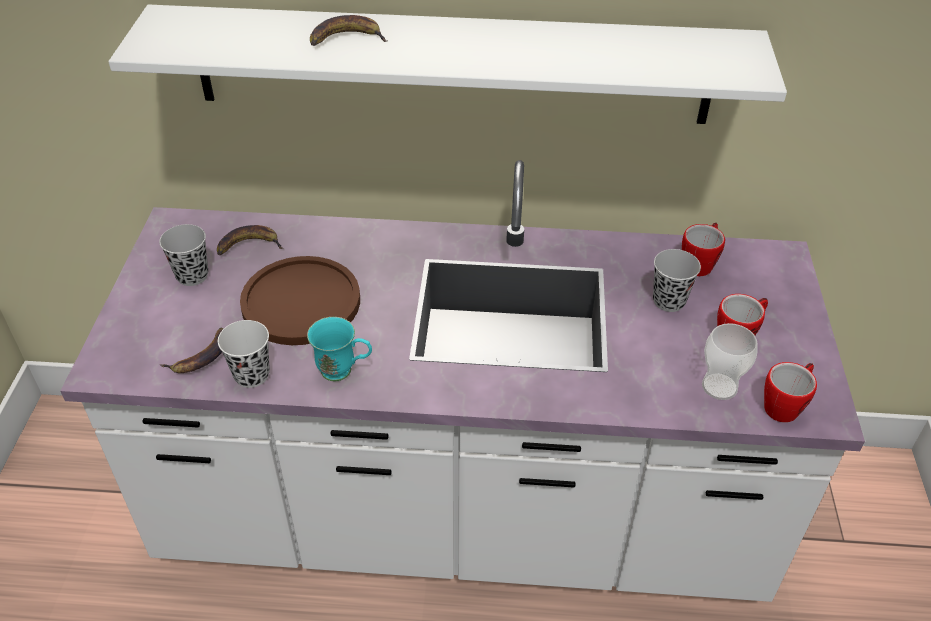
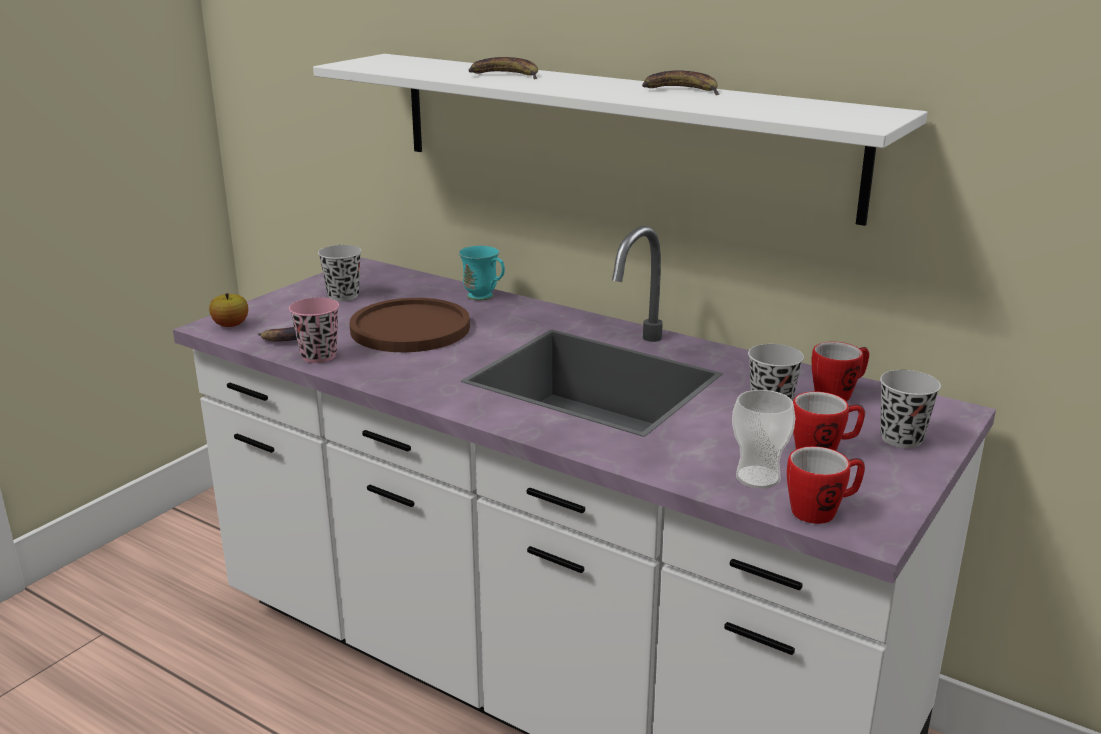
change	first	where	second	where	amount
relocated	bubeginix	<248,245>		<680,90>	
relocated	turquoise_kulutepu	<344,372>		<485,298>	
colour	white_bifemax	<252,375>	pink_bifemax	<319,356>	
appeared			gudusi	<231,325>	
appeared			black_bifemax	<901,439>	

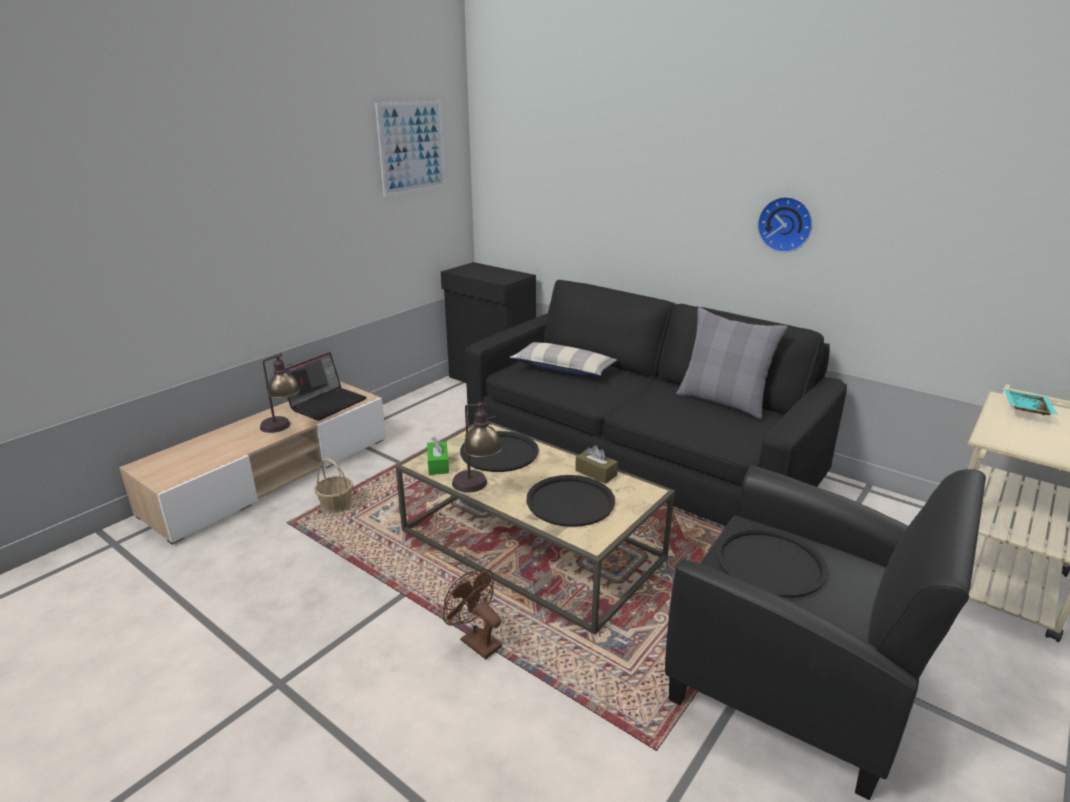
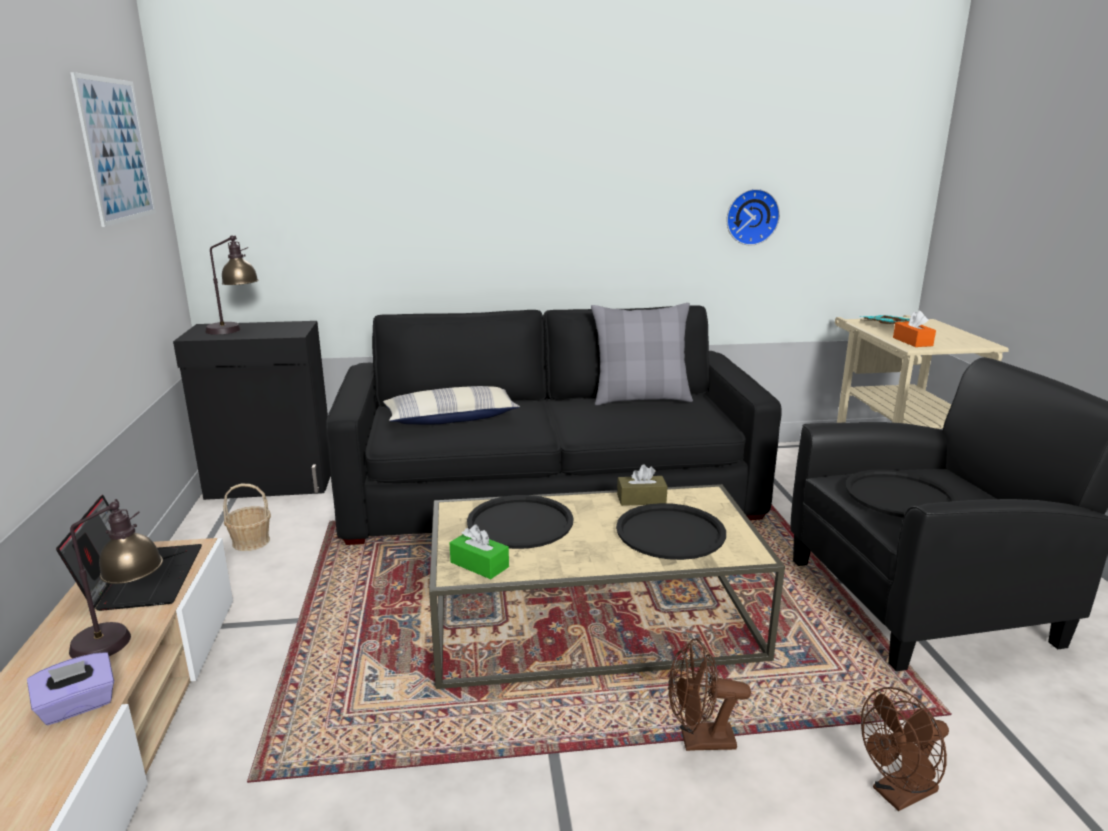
change	first	where	second	where	amount
relocated	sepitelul	<786,224>		<751,216>	
relocated	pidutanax	<477,489>		<235,330>	
relocated	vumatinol	<336,506>		<251,541>	
appeared			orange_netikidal	<912,342>	
appeared			purple_netikidal	<78,706>	
appeared			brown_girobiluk	<898,795>	

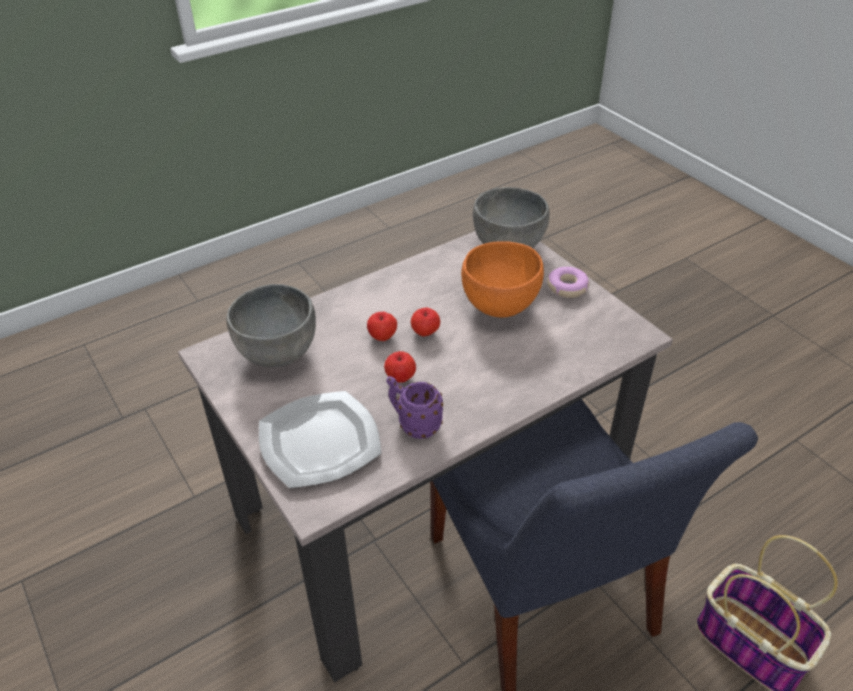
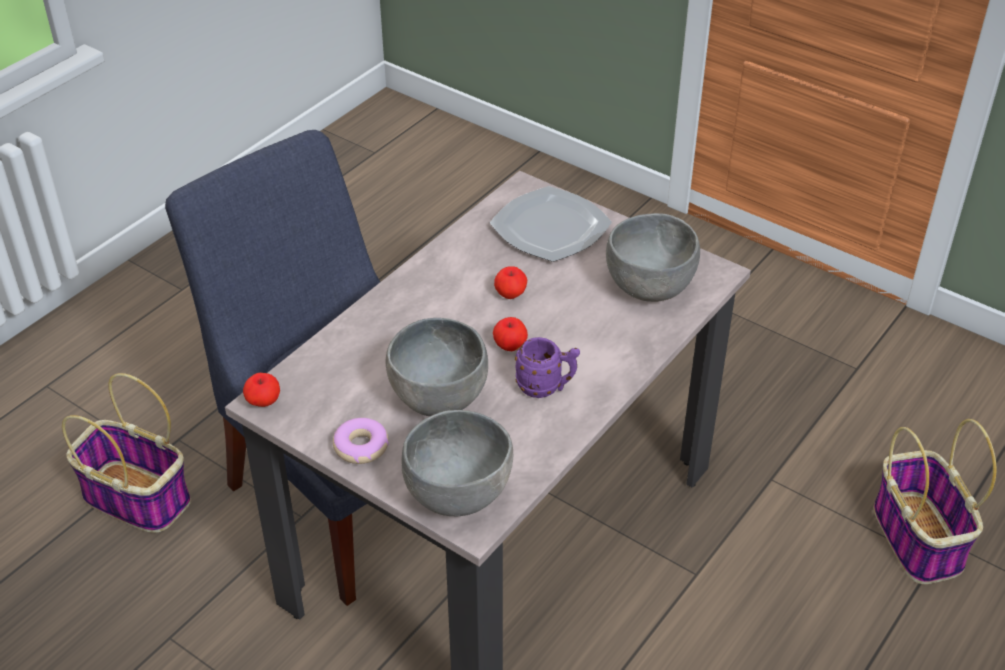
change	first	where	second	where	amount
colour	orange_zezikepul	<500,305>	grey_zezikepul	<438,400>	
relocated	gudusi	<382,336>		<263,402>	
relocated	purple_kulutepu	<414,424>		<546,387>	
appeared			vumatinol	<919,539>	

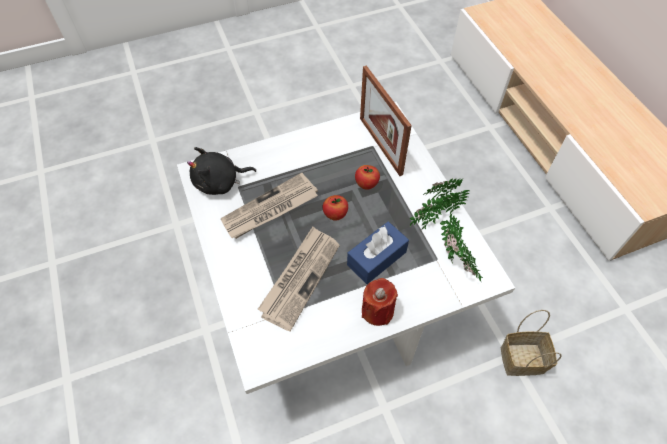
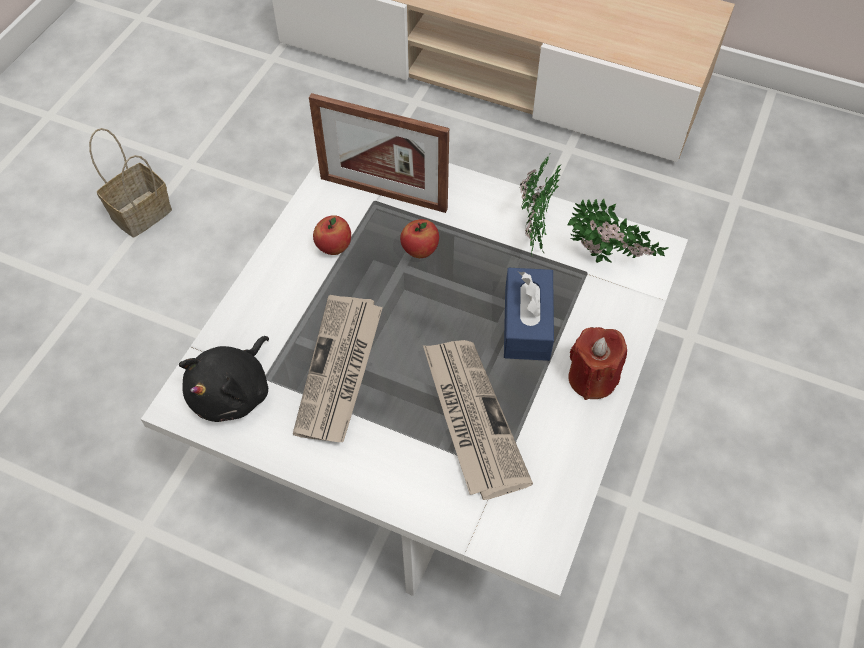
change	first	where	second	where	amount
relocated	gudusi	<335,215>		<334,247>	
relocated	vumatinol	<521,360>		<140,215>	

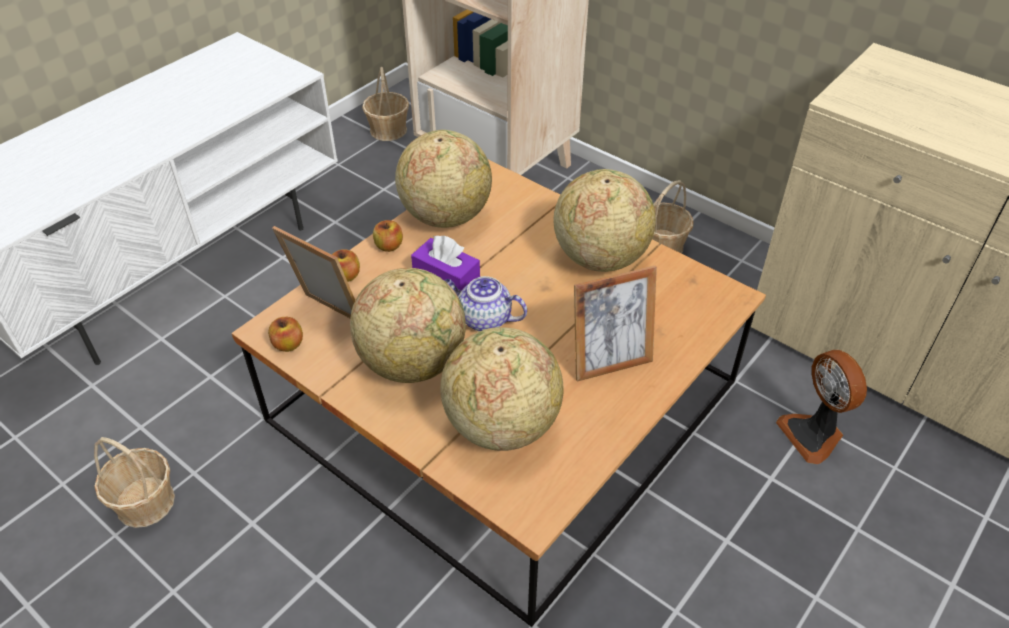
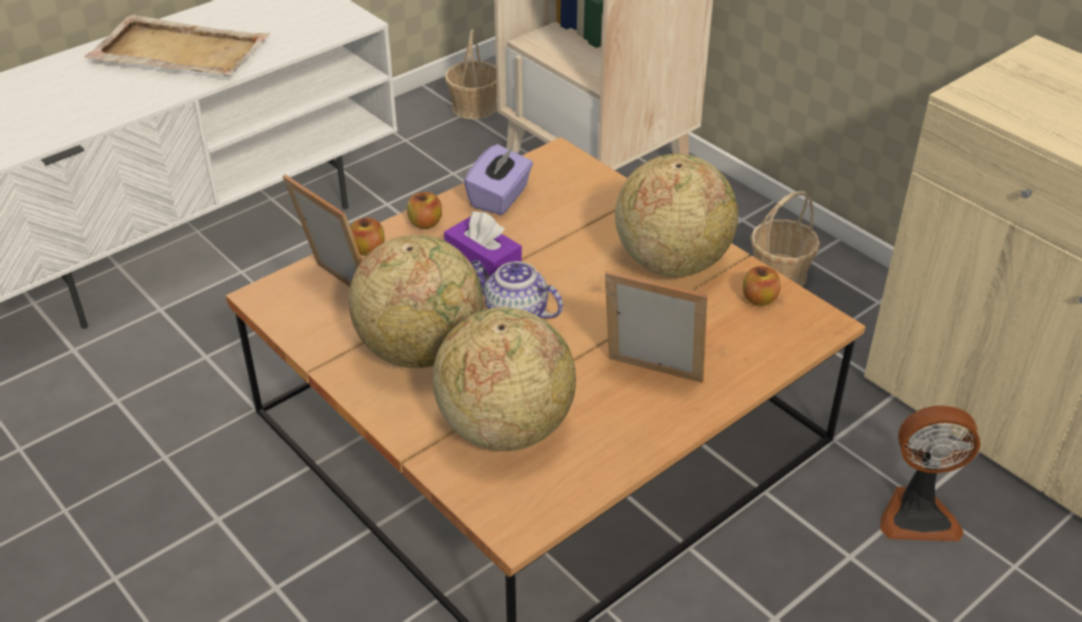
change	first	where	second	where	amount
exchanged	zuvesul	<446,216>	purple_netikidal	<500,197>	
spun	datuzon	<610,362>		<651,377>	150 degrees counterclockwise
relocated	gudusi	<288,344>		<759,299>	
spun	girobiluk	<813,434>		<917,514>	75 degrees counterclockwise
missing	vumatinol	<145,502>			
appeared			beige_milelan	<178,52>	

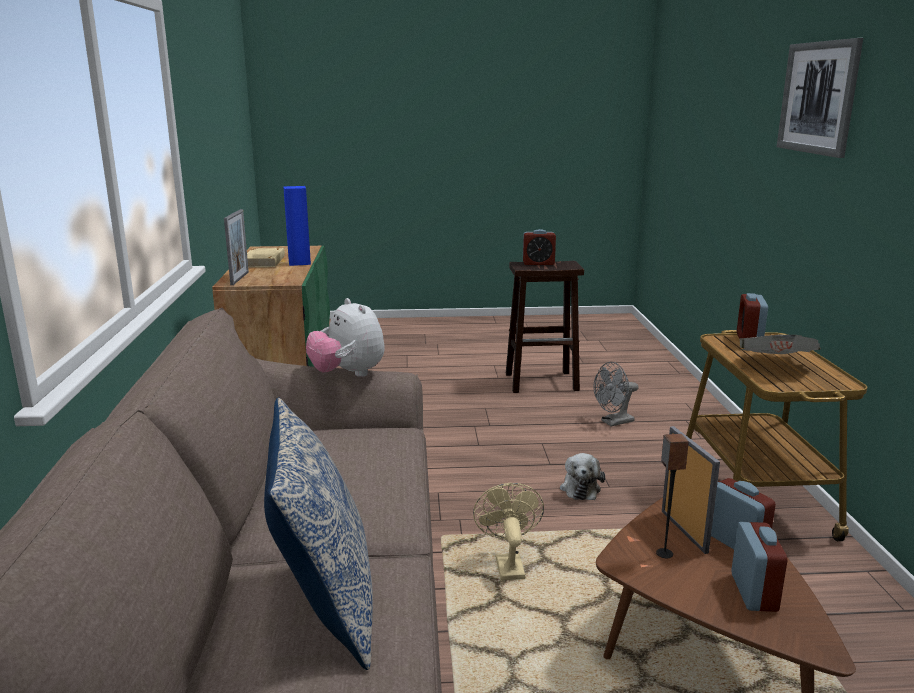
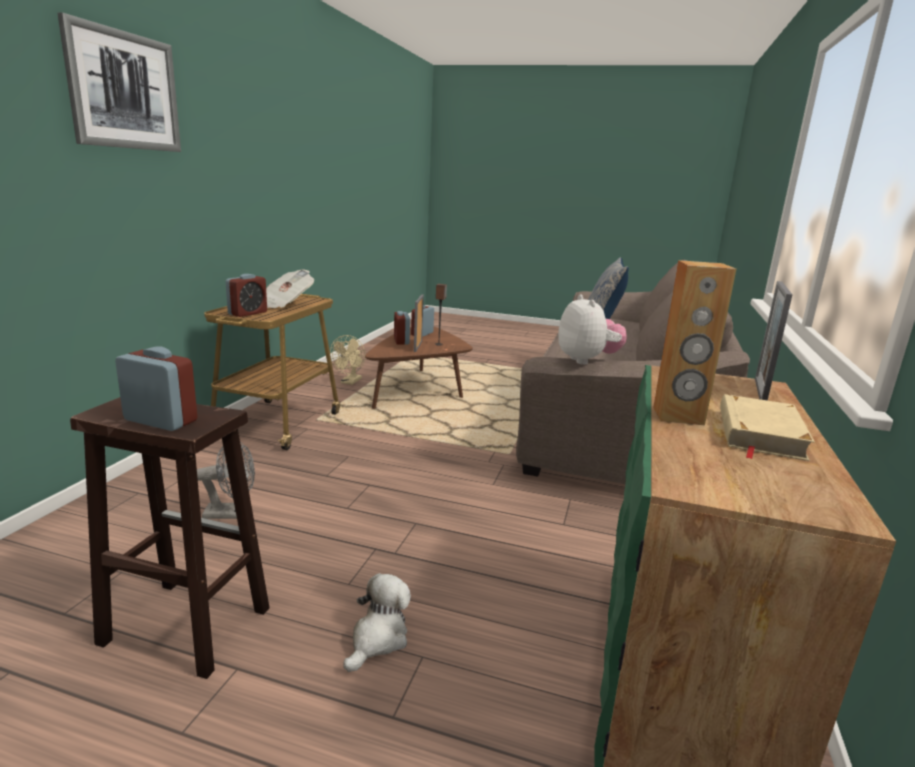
change	first	where	second	where	amount
colour	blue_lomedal	<299,263>	brown_lomedal	<678,416>	
relocated	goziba	<580,488>		<378,639>	
relocated	beige_girobiluk	<508,564>		<350,382>	

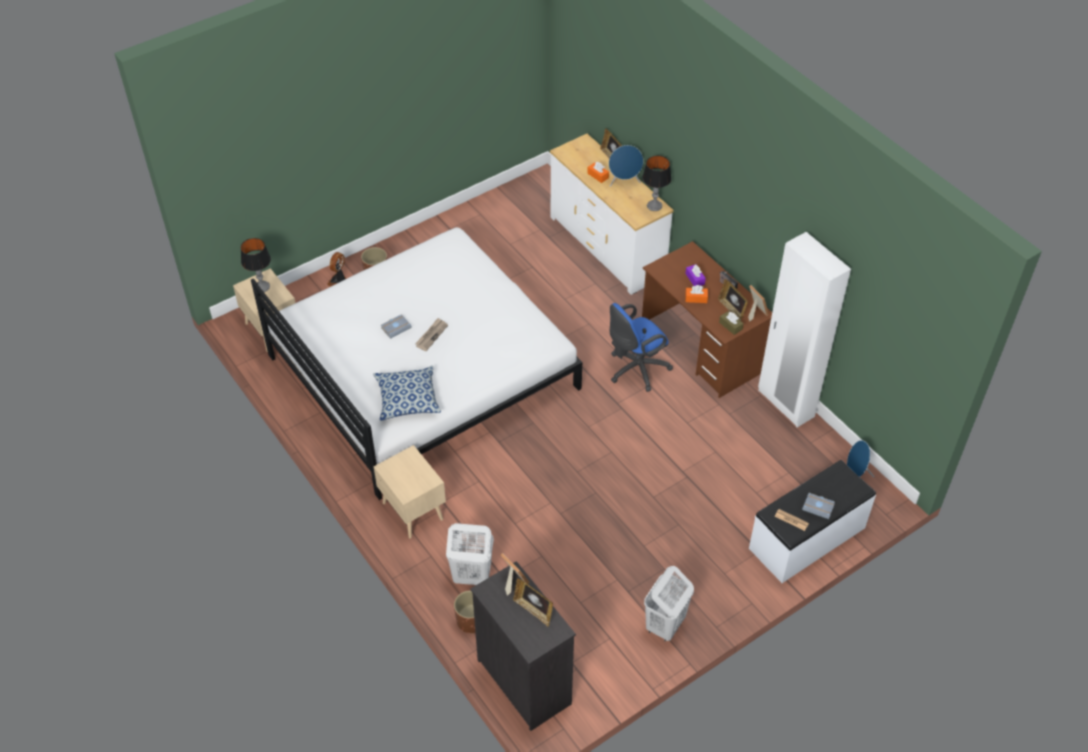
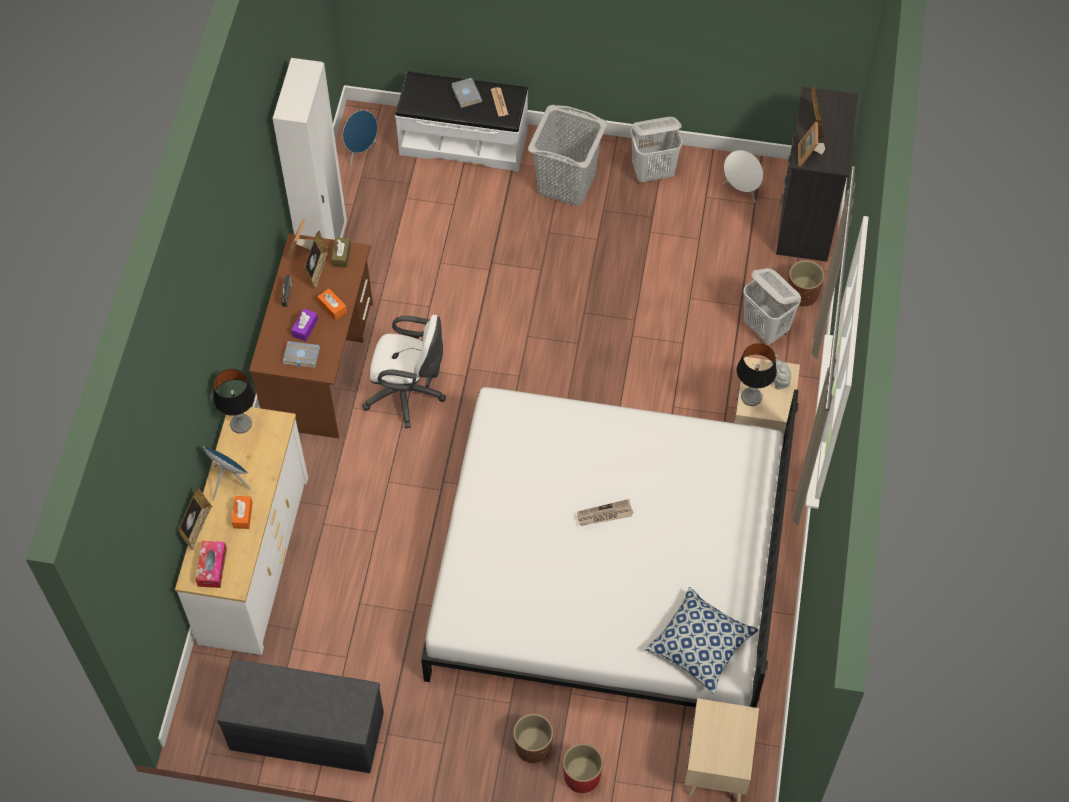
change	first	where	second	where	amount
relocated	pidutanax	<262,287>		<751,397>	
exchanged	girobiluk	<339,281>	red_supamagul	<582,776>	
colour	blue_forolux	<635,370>	white_forolux	<408,394>	
relocated	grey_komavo	<396,327>		<300,356>	
relocated	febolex	<407,399>		<700,646>	
appeared			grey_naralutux	<567,183>	
appeared			white_lomedal	<741,191>	
appeared			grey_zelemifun	<778,380>	
appeared			netikidal	<212,567>	
appeared			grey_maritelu	<305,732>	

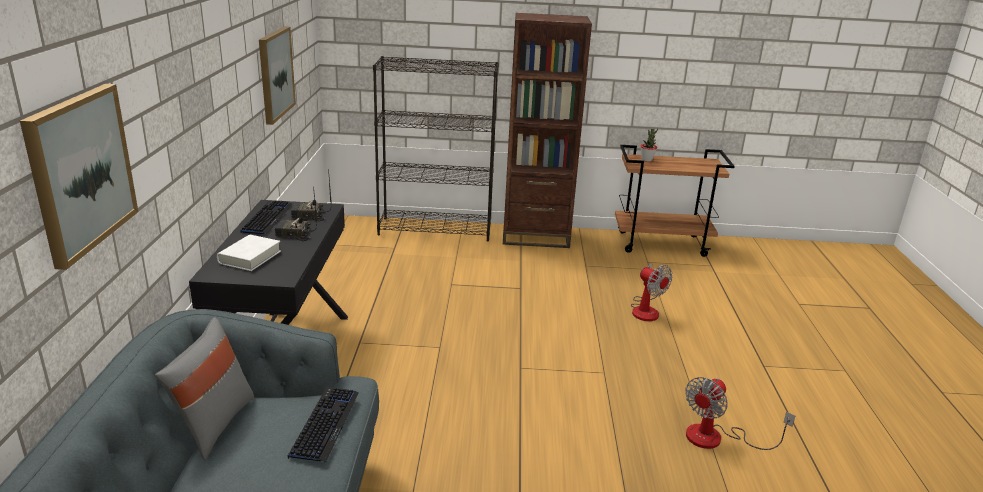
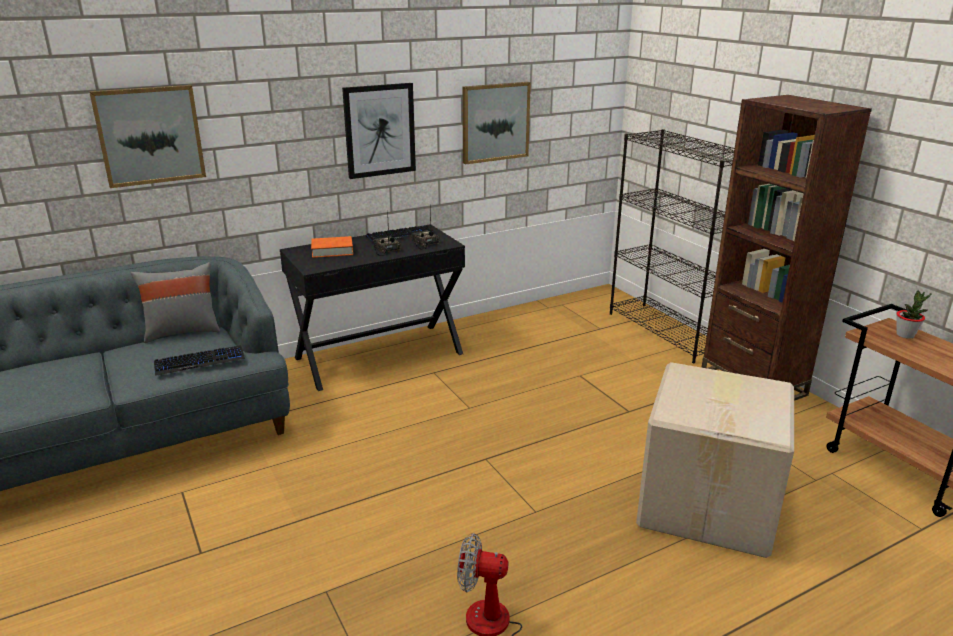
change	first	where	second	where	amount
colour	white_komavo	<250,257>	orange_komavo	<332,251>	
exchanged	girobiluk	<646,309>	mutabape	<709,504>	
appeared			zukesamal	<379,130>	

